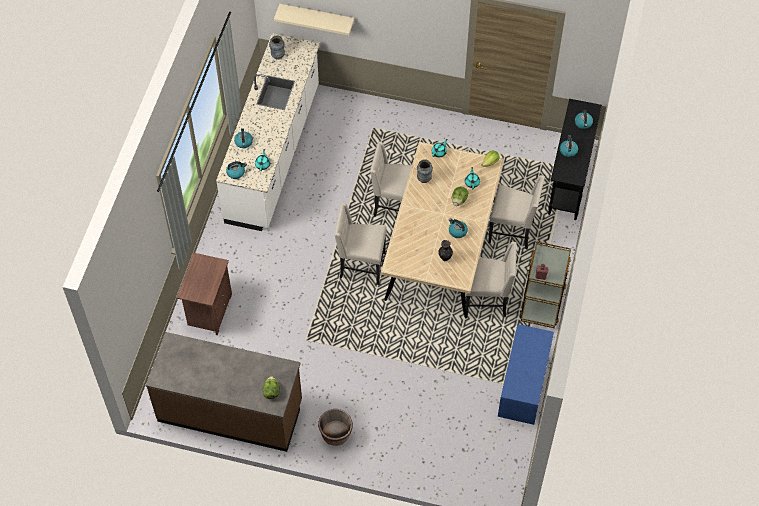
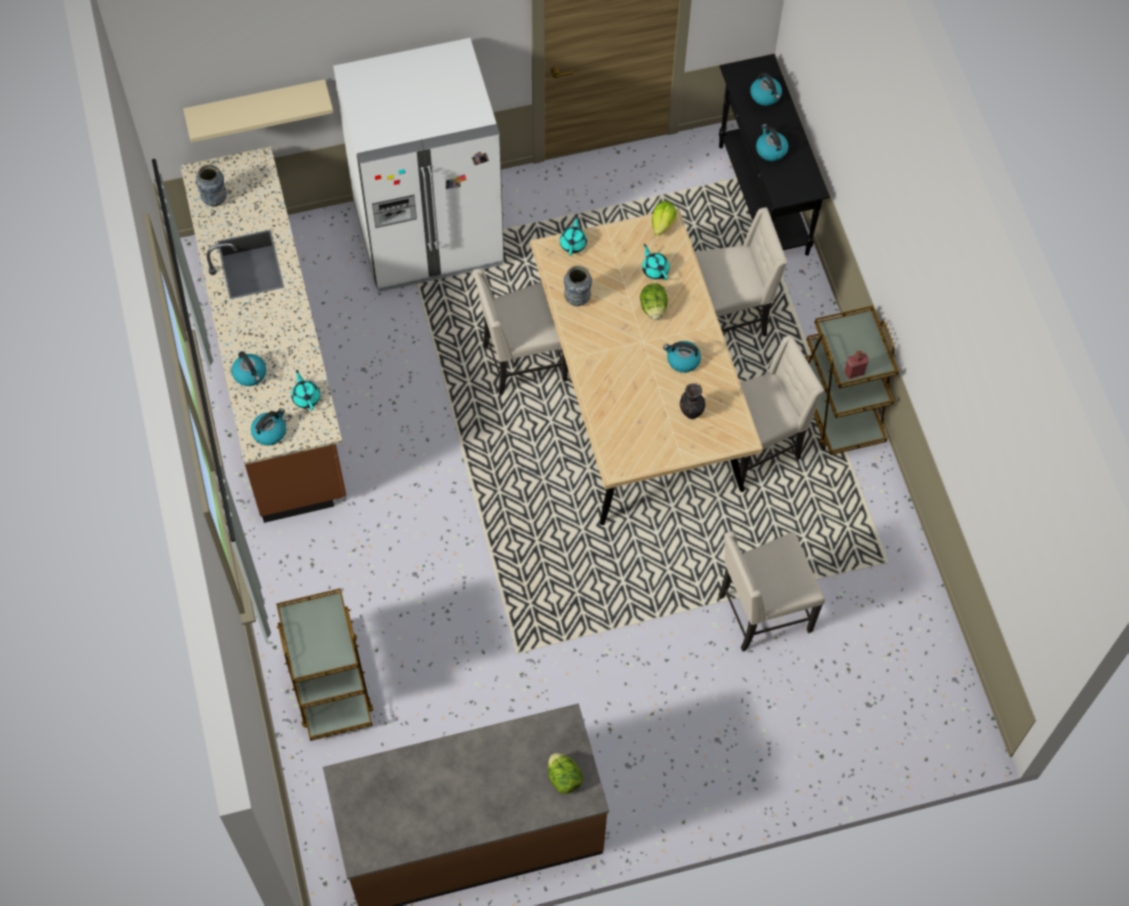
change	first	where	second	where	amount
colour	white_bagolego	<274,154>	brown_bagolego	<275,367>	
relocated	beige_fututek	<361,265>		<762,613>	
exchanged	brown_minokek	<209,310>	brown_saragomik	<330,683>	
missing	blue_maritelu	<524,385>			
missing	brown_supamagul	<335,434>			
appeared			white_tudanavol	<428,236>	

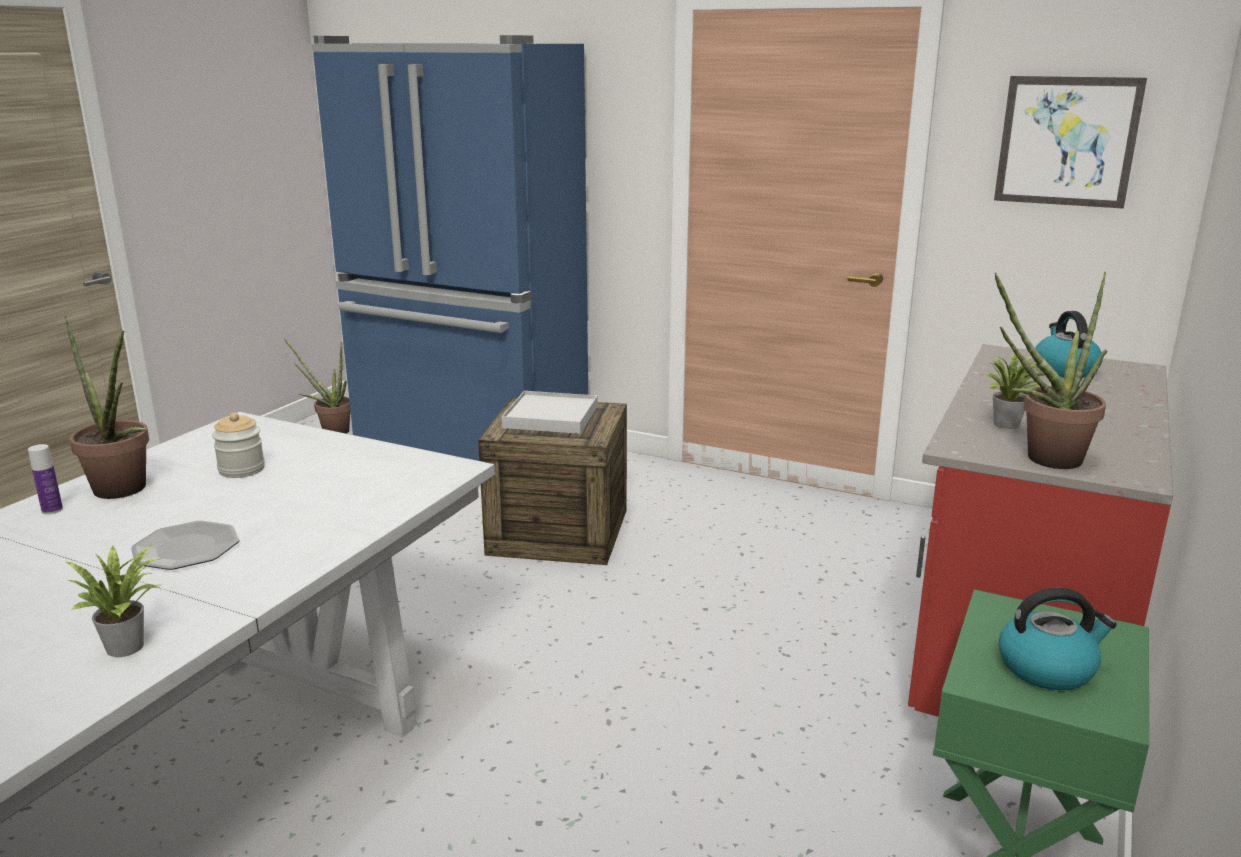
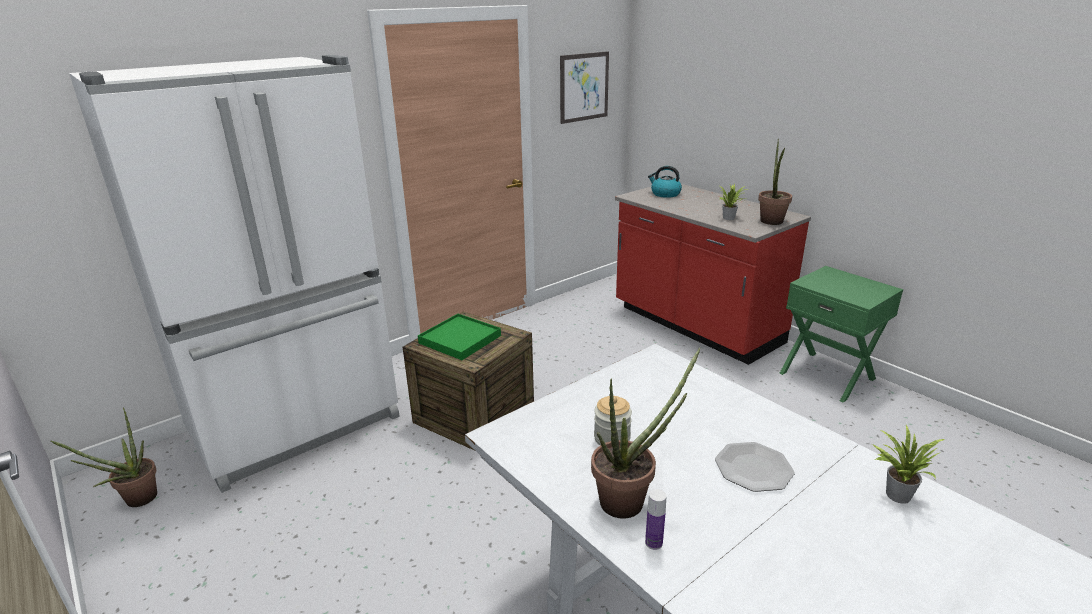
change	first	where	second	where	amount
colour	blue_tudanavol	<470,453>	white_tudanavol	<299,426>	
colour	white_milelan	<551,417>	green_milelan	<460,339>	
missing	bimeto	<1047,668>			

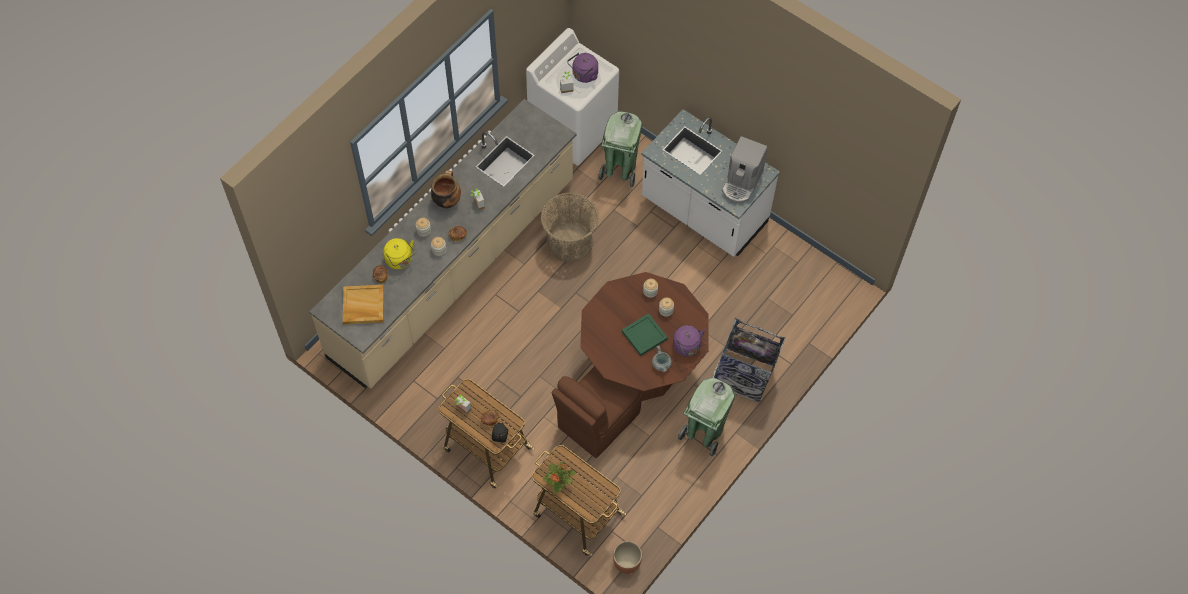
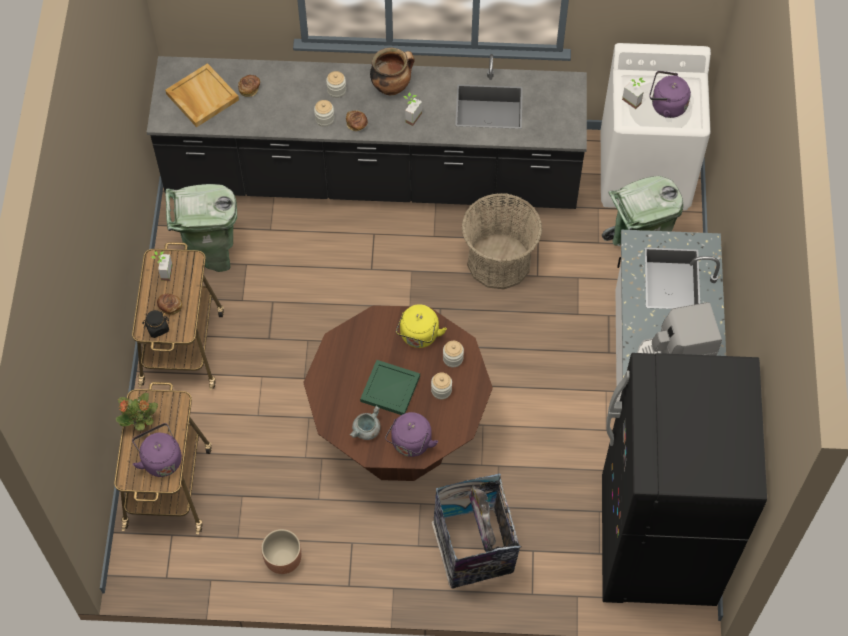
change	first	where	second	where	amount
colour	beige_bagolego	<454,269>	black_bagolego	<372,176>	
relocated	yellow_bimeto	<400,260>		<419,336>	
missing	brown_fututek	<596,421>			
relocated	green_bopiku	<704,432>		<210,255>	
relocated	brown_supamagul	<627,563>		<283,560>	
appeared			black_tudanavol	<657,543>	
appeared			purple_bimeto	<160,459>	

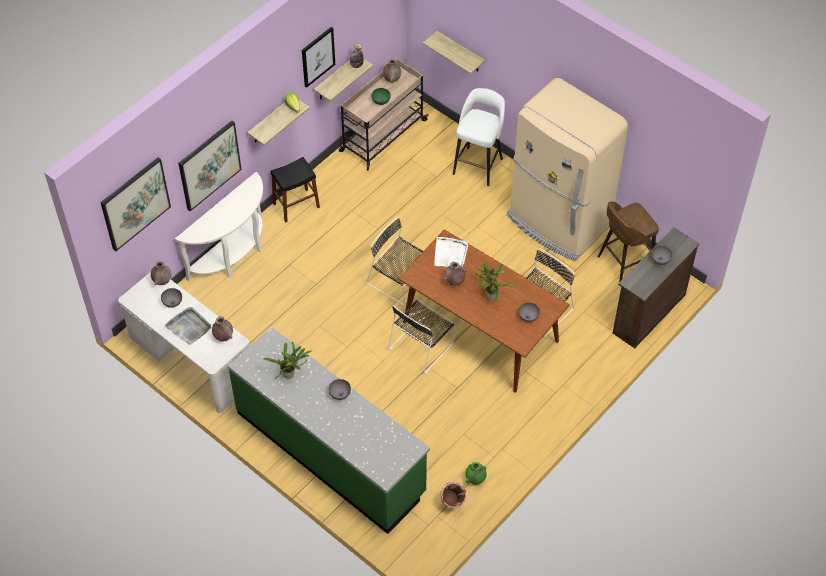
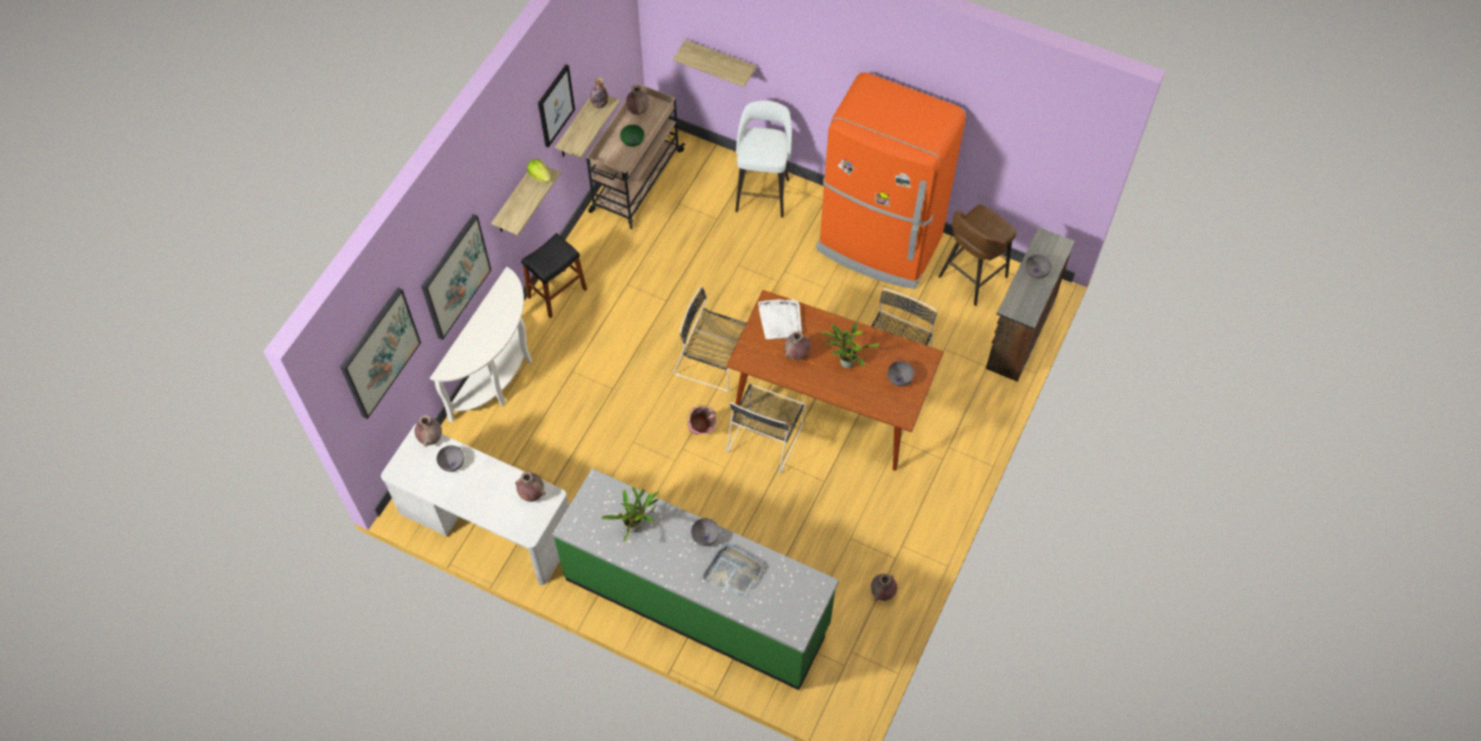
change	first	where	second	where	amount
colour	beige_tudanavol	<558,223>	orange_tudanavol	<879,245>	
relocated	grey_milelan	<189,327>		<733,571>	
colour	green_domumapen	<475,479>	brown_domumapen	<882,593>	
relocated	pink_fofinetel	<451,505>		<701,432>	

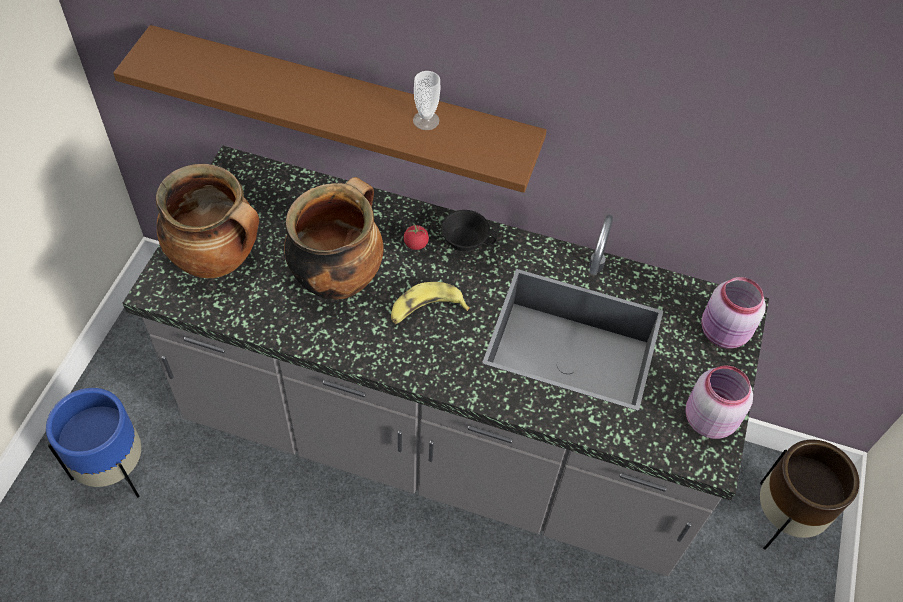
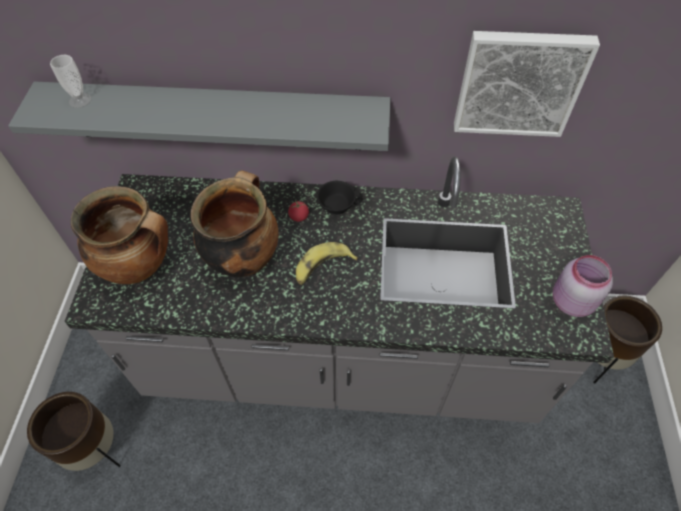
change	first	where	second	where	amount
colour	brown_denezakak	<344,106>	grey_denezakak	<216,116>	
relocated	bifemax	<426,120>		<80,100>	
missing	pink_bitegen	<723,333>			
colour	blue_supamagul	<114,470>	brown_supamagul	<95,449>	
appeared			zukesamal	<519,83>	

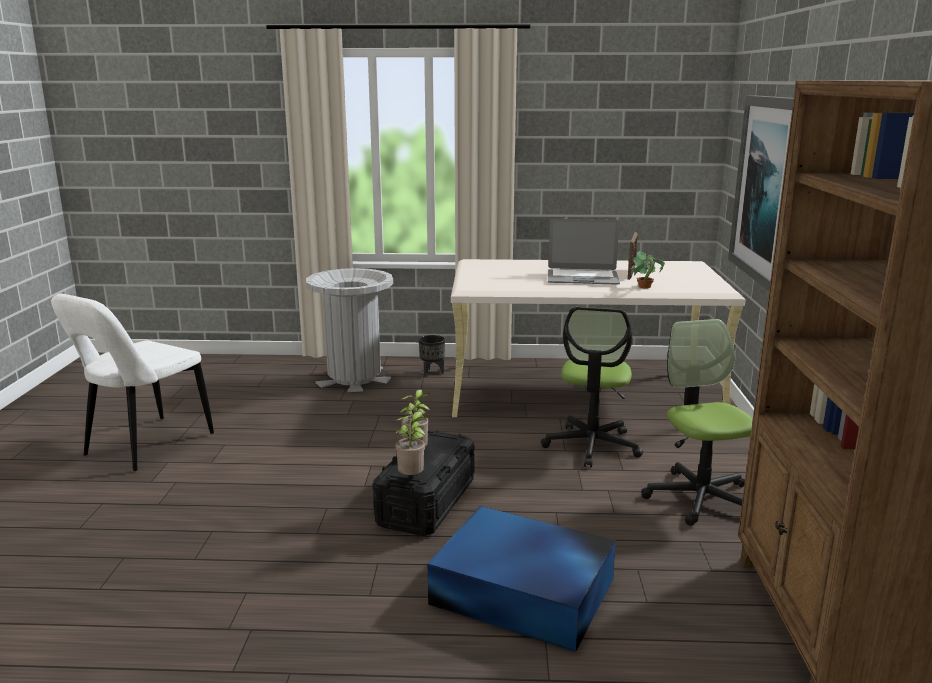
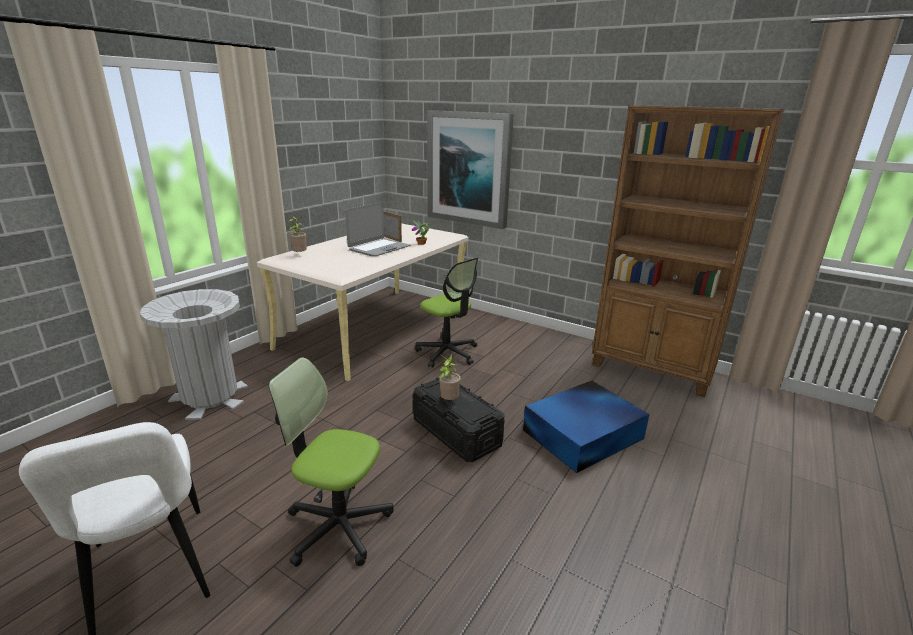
change	first	where	second	where	amount
relocated	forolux	<699,498>		<338,526>	
missing	black_supamagul	<431,373>			
relocated	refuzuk	<412,478>		<299,255>	

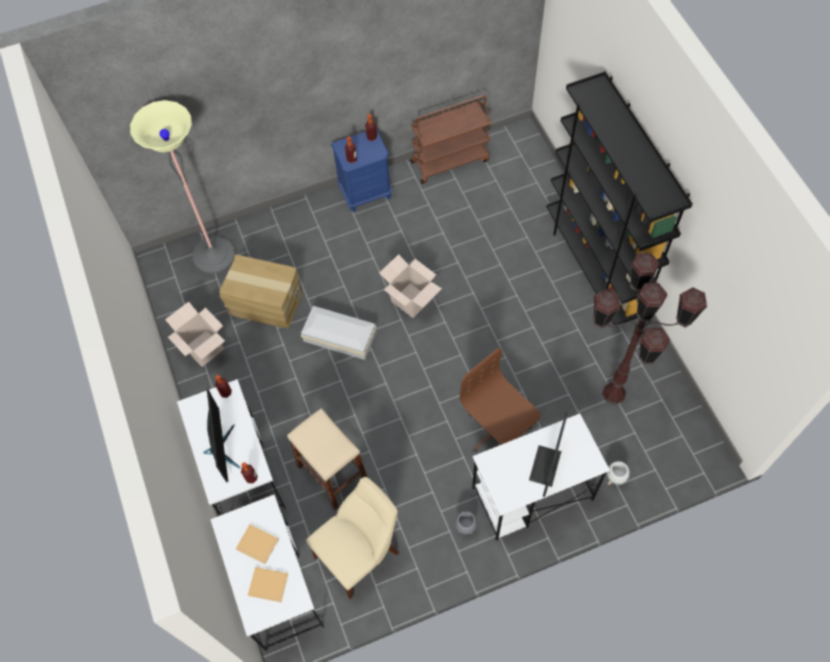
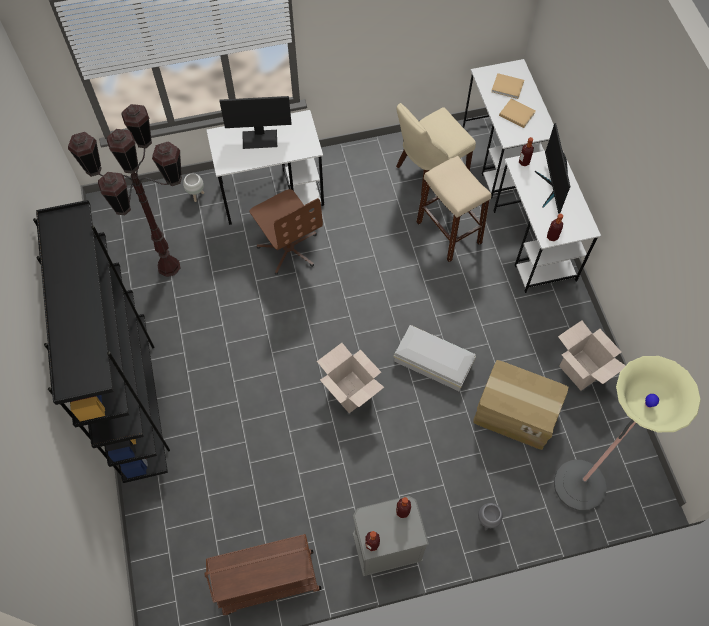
change	first	where	second	where	amount
colour	blue_minokek	<366,193>	grey_minokek	<386,548>	
spun	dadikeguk	<546,466>		<260,138>	60 degrees clockwise
relocated	grey_supamagul	<465,528>		<487,521>	

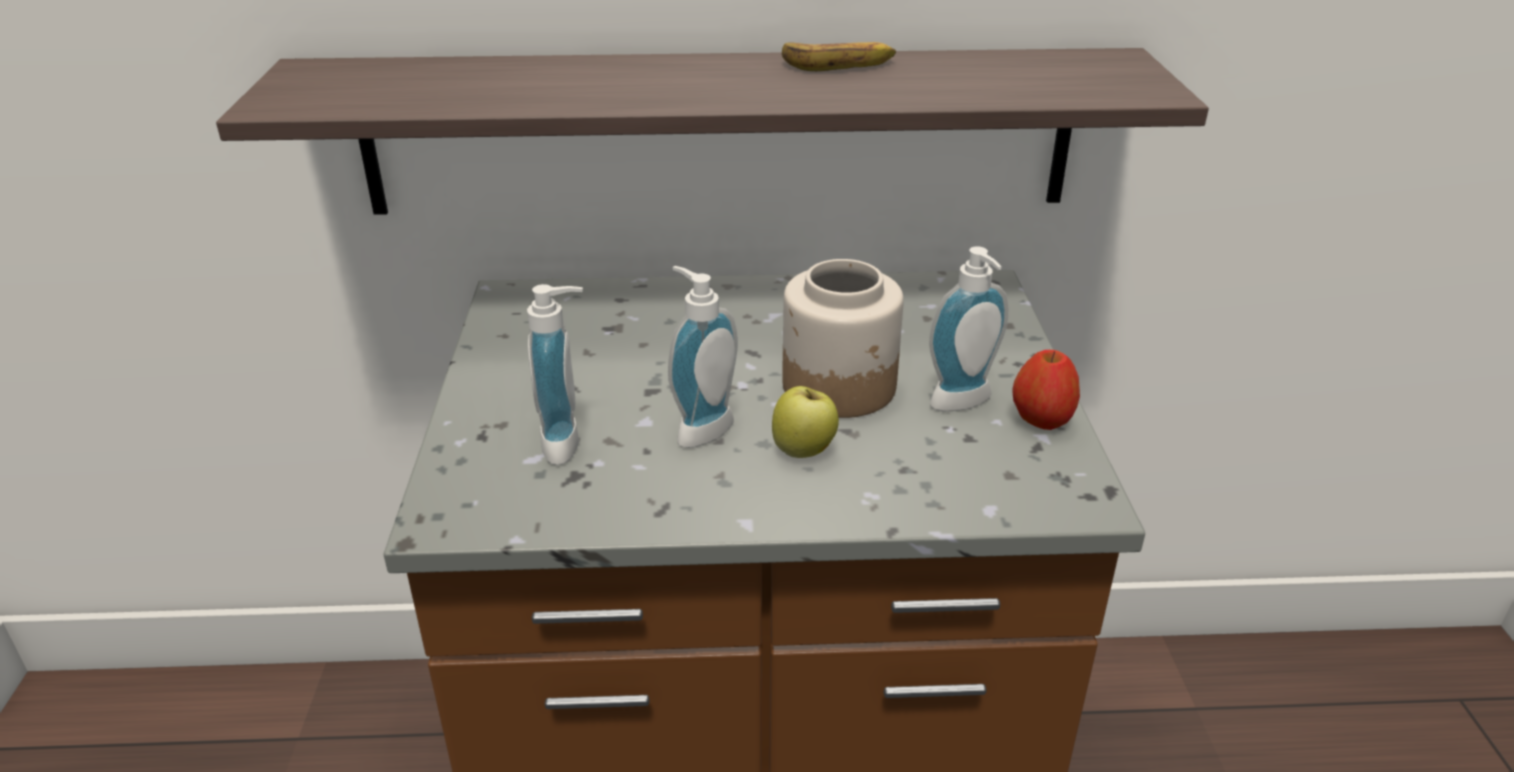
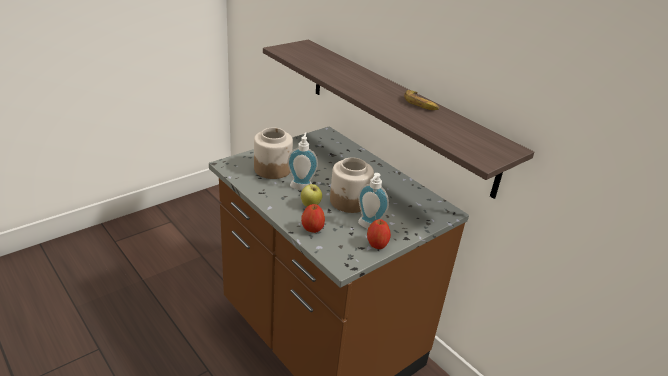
change	first	where	second	where	amount
exchanged	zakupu	<569,444>	bitegen	<272,169>	
appeared			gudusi	<312,229>	

